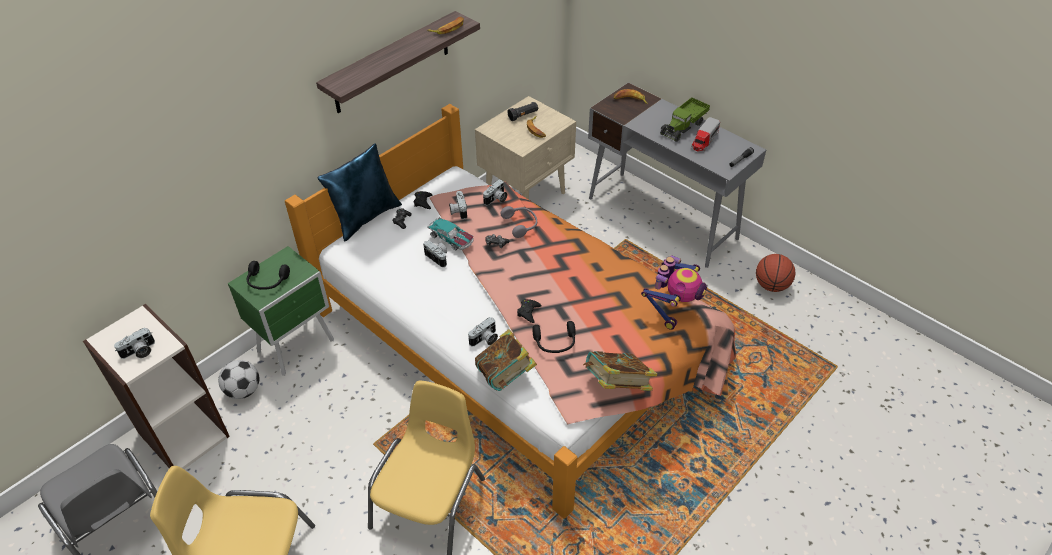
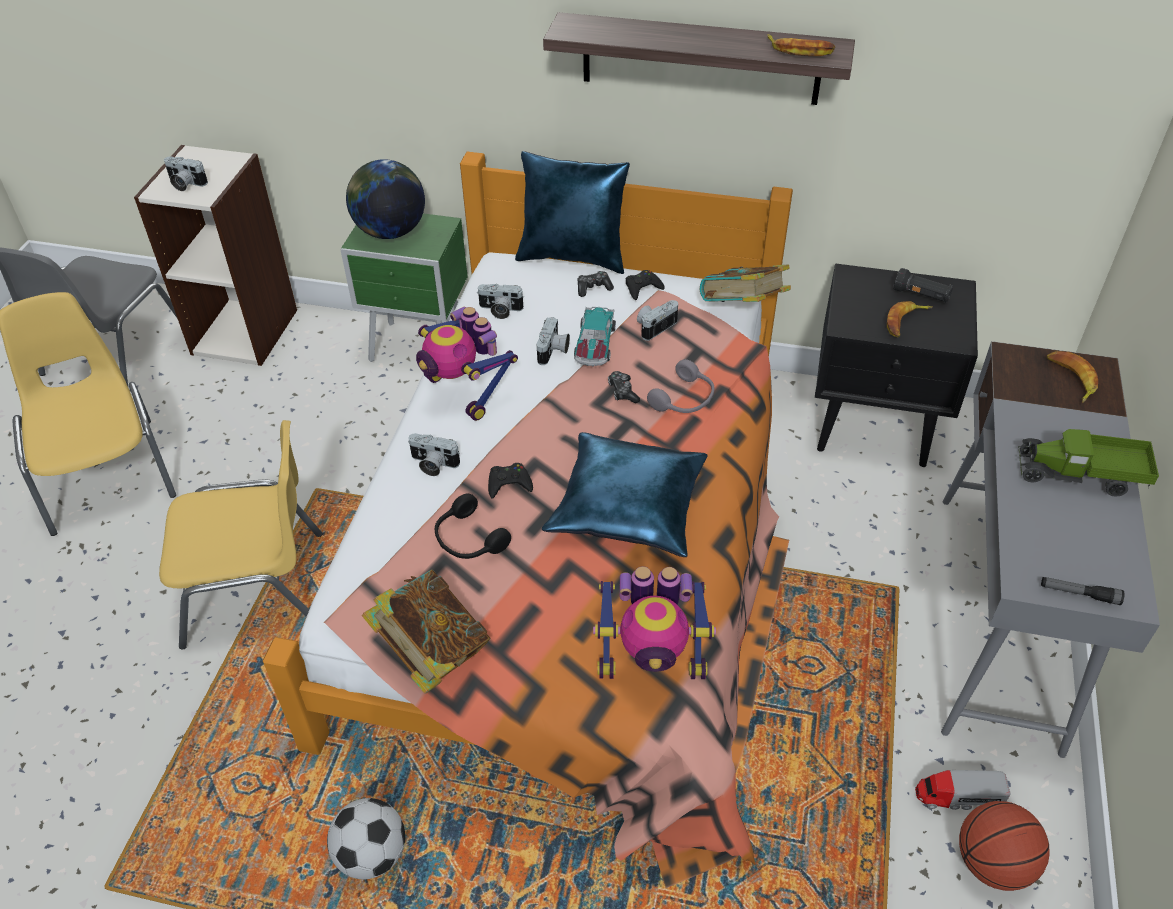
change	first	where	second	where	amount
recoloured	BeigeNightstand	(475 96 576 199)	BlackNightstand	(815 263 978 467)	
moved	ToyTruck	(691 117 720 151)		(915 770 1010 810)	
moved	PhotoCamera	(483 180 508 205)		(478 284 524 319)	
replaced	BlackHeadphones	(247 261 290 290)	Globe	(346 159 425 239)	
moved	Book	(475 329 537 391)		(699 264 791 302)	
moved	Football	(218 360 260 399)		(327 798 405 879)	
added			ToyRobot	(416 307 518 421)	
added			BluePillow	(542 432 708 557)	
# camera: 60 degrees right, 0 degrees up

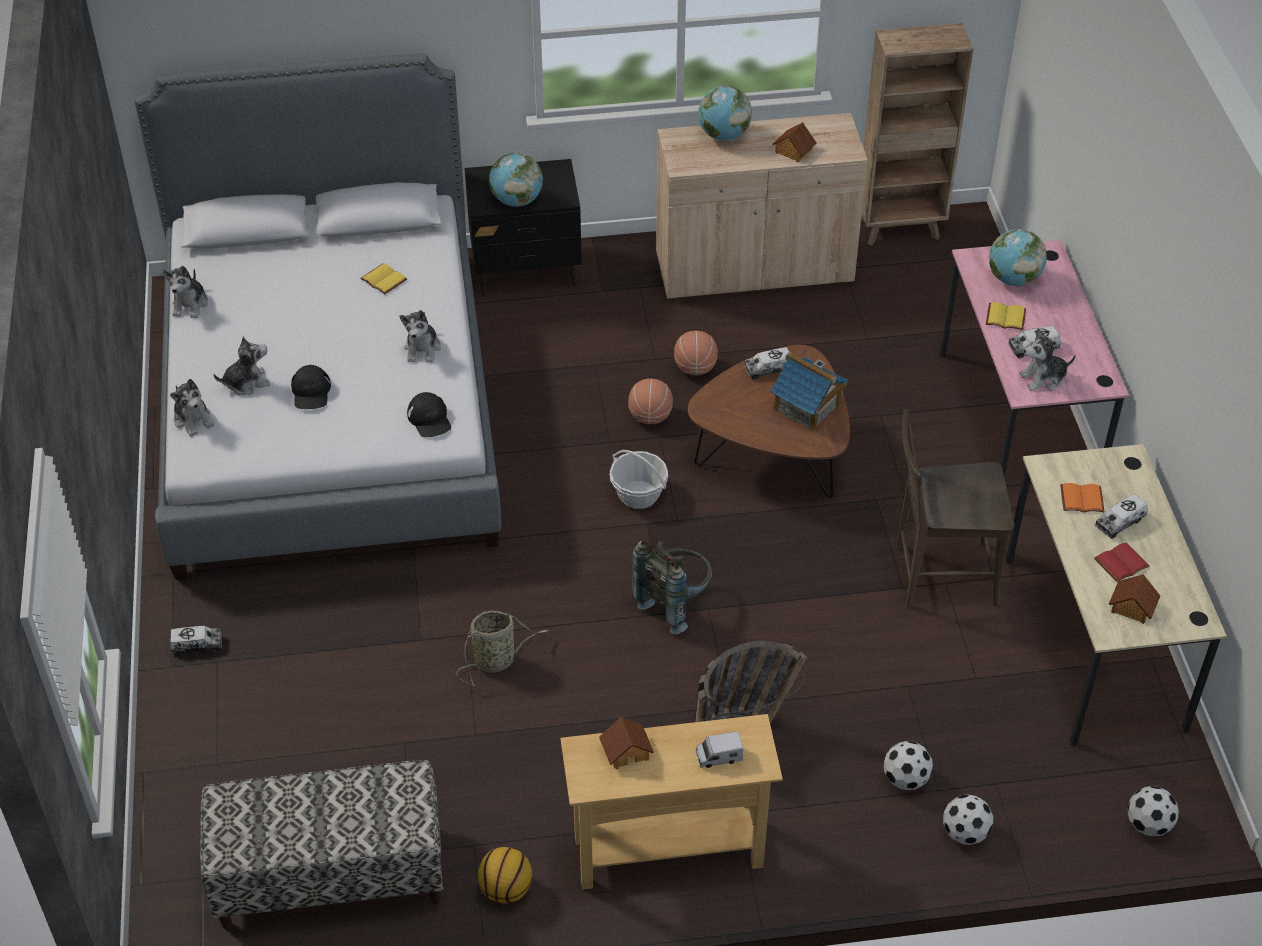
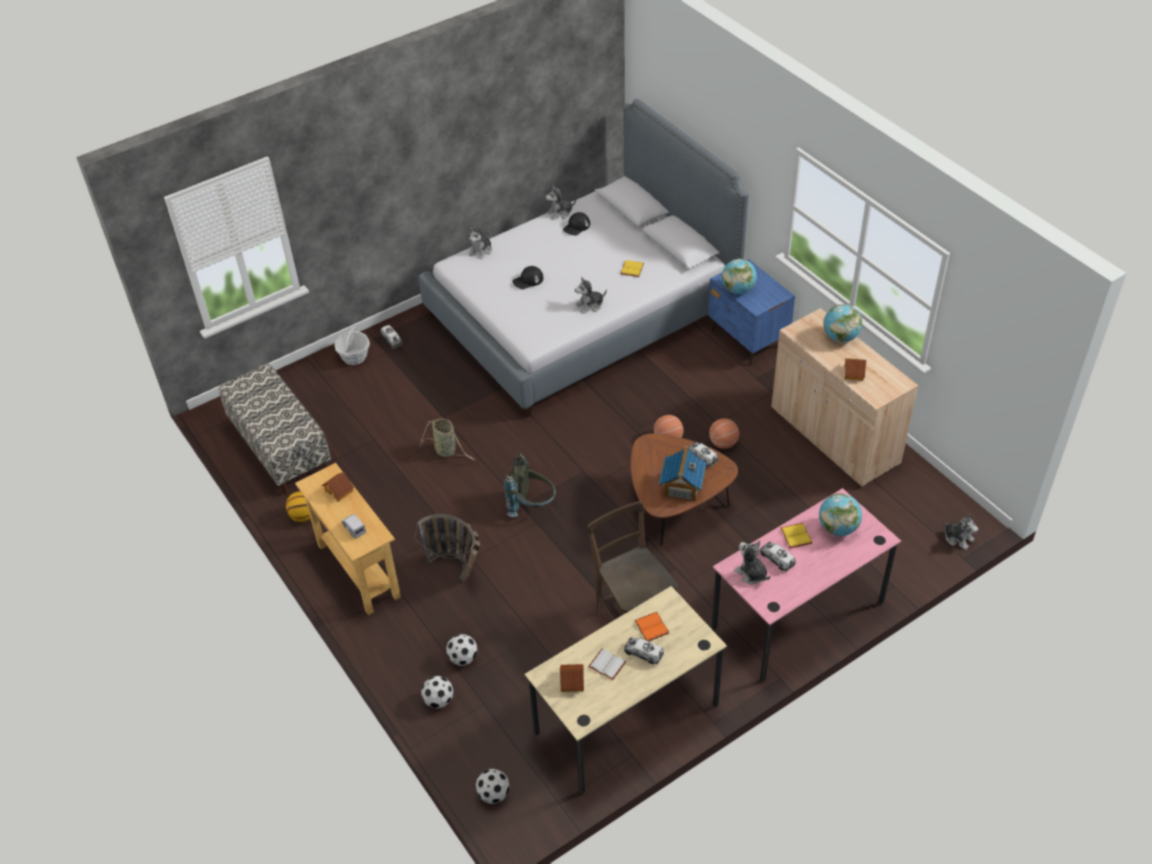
change	first	where	second	where	amount
removed	BrownBookcase	(861 23 974 246)			
recoloured	BlackNightstand	(465 159 582 295)	BlueNightstand	(708 259 795 365)	
moved	PlushToy	(214 336 270 395)		(942 514 978 550)	
moved	BlackCap	(407 392 451 437)		(563 212 590 236)	
moved	Basket	(610 450 668 509)		(335 327 370 365)	
recoloured	RedBook	(1094 542 1150 582)	WhiteBook	(588 649 626 680)	
# camera: 65 degrees right, 0 degrees up

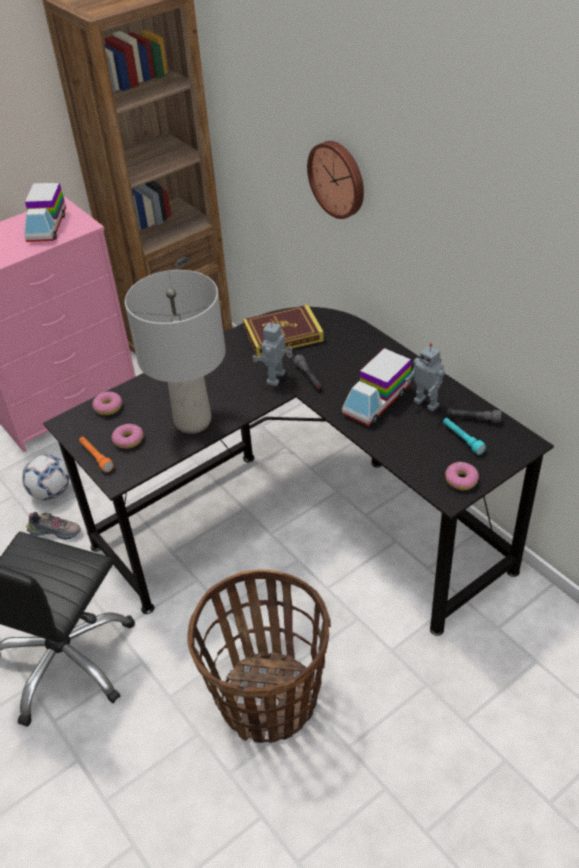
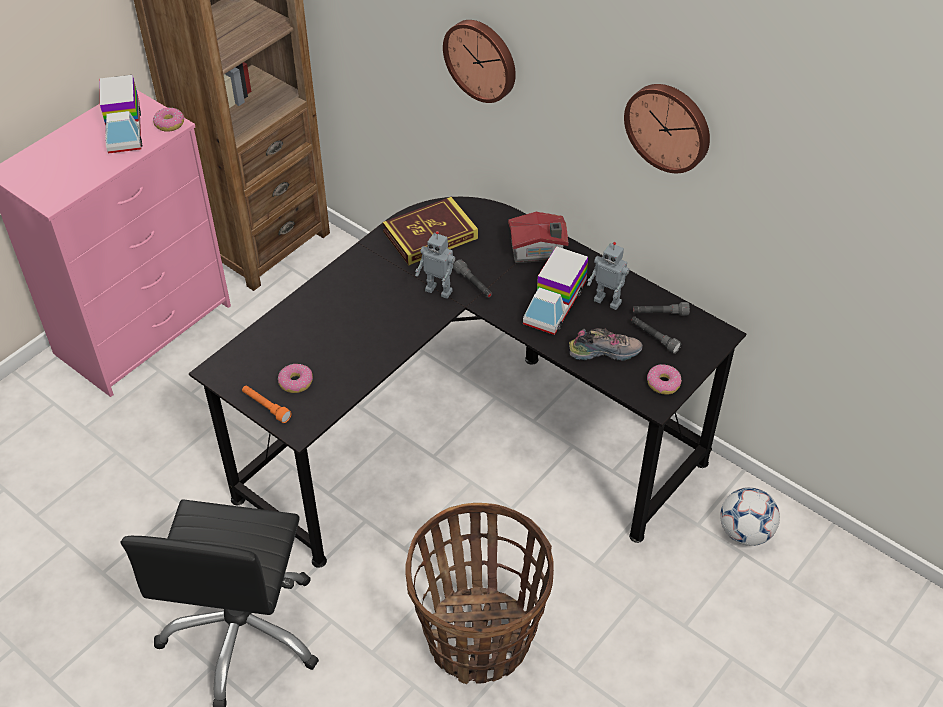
change	first	where	second	where	amount
removed	GreyTableLamp	(125 270 226 434)			
turned	ToyRobot	(252 319 293 386)		(415 231 455 299)	75 degrees counterclockwise
moved	Donut	(92 392 122 415)		(153 107 184 132)	
recoloured	TurquoiseFlashlight	(443 418 486 455)	GreyFlashlight	(631 316 682 354)	
moved	Football	(22 454 70 500)		(720 487 780 546)	
moved	Shoe	(26 512 81 540)		(569 328 642 361)	
added			WallClock	(624 84 710 173)	
added			ToyHouse	(508 212 568 263)	
# camera: 15 degrees left, 5 degrees up

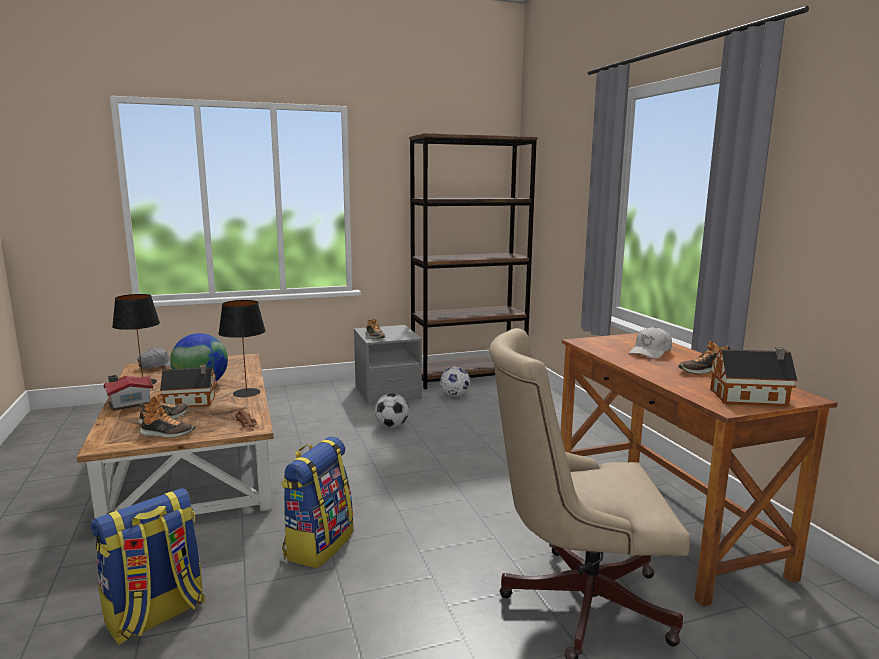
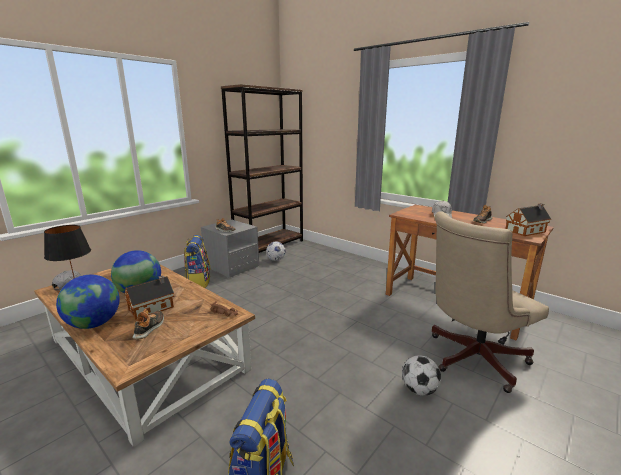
change	first	where	second	where	amount
removed	BlackTableLamp	(218 300 266 397)			
replaced	ToyHouse	(104 375 153 411)	Globe	(56 275 120 329)	
moved	Football	(375 393 409 428)		(402 355 441 396)	
removed	Shoe	(140 407 195 438)			
moved	Backpack	(281 437 353 568)		(184 235 211 288)	
# camera: 30 degrees left, 5 degrees up

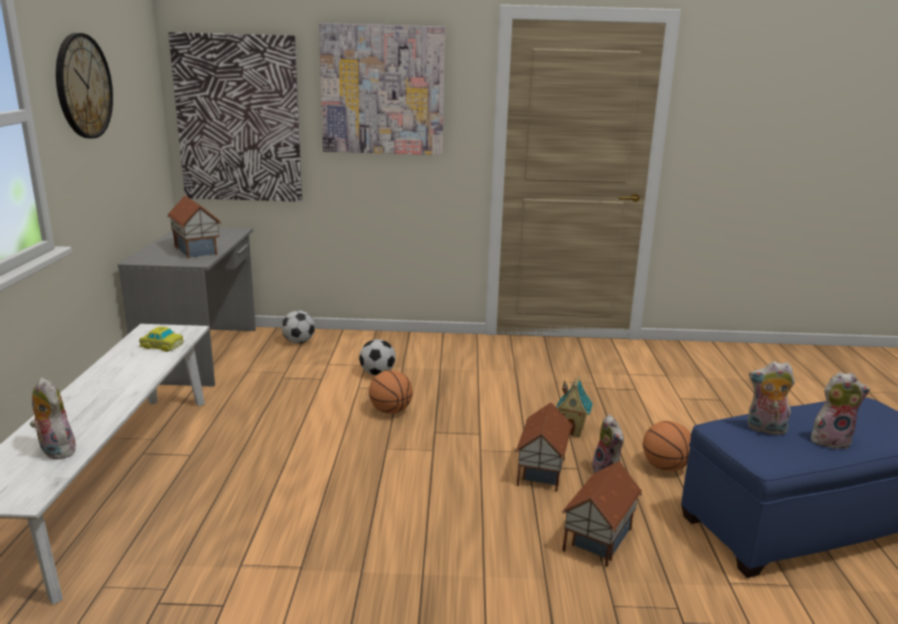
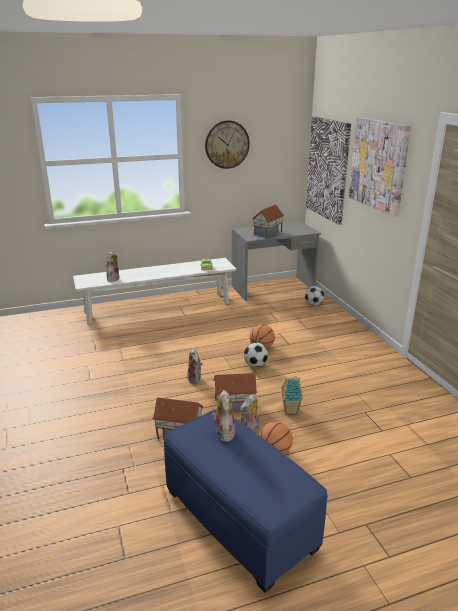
change	first	where	second	where	amount
moved	Football	(359 339 396 375)		(244 342 268 367)	
moved	PlushToy	(811 372 870 449)		(187 348 203 384)	
# camera: 70 degrees right, 5 degrees up

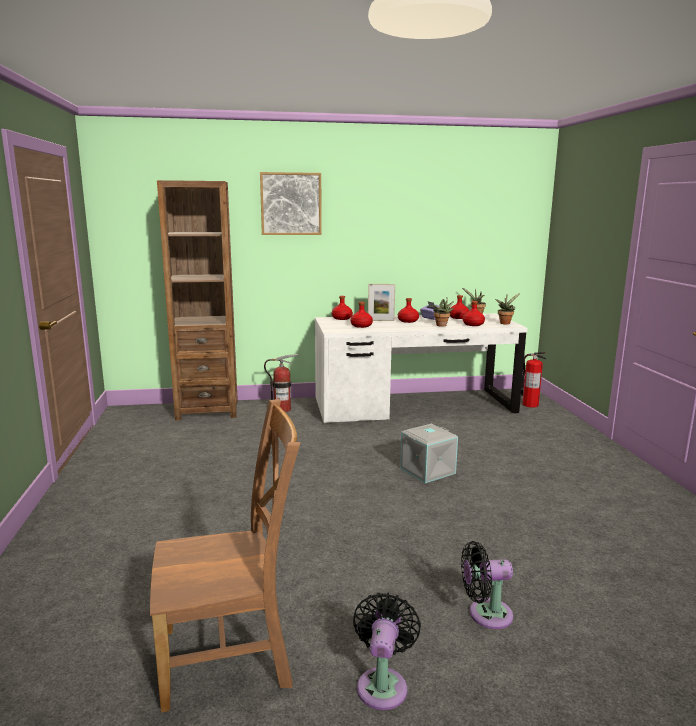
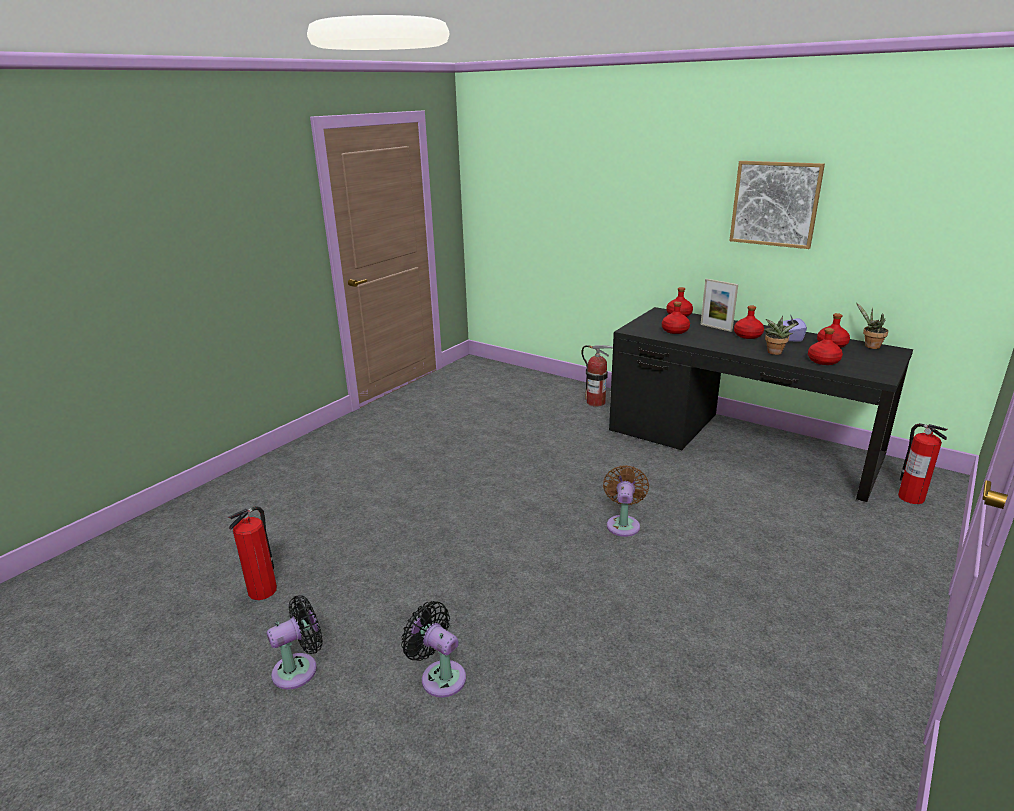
change	first	where	second	where	amount
moved	Picture	(260 172 322 235)		(729 161 825 249)	
removed	BrownBookcase	(157 180 238 421)			
removed	PottedPlant	(495 293 520 324)			
recoloured	WhiteDesk	(315 313 527 423)	BlackDesk	(609 307 913 502)	
replaced	BrownChair	(150 399 300 713)	FireExtinguisher	(228 506 277 600)	
replaced	GreyStorageBox	(400 424 458 483)	BrownFan	(603 465 649 537)	
# camera: 45 degrees right, 10 degrees up

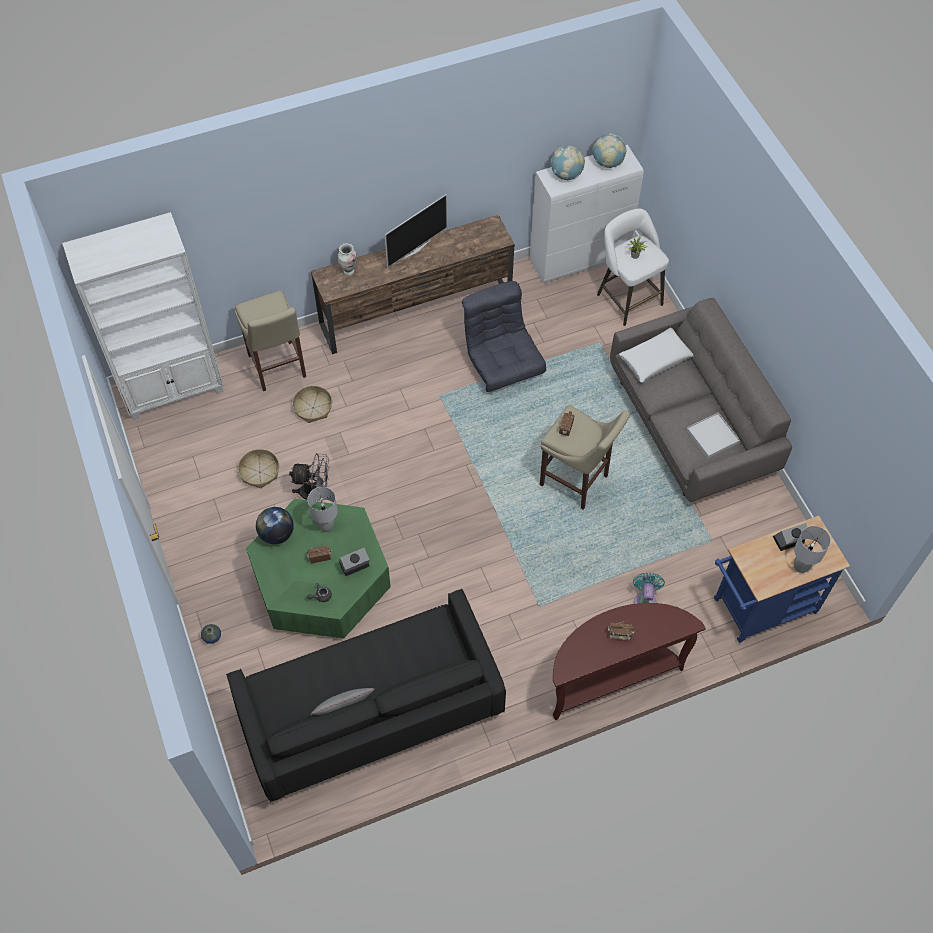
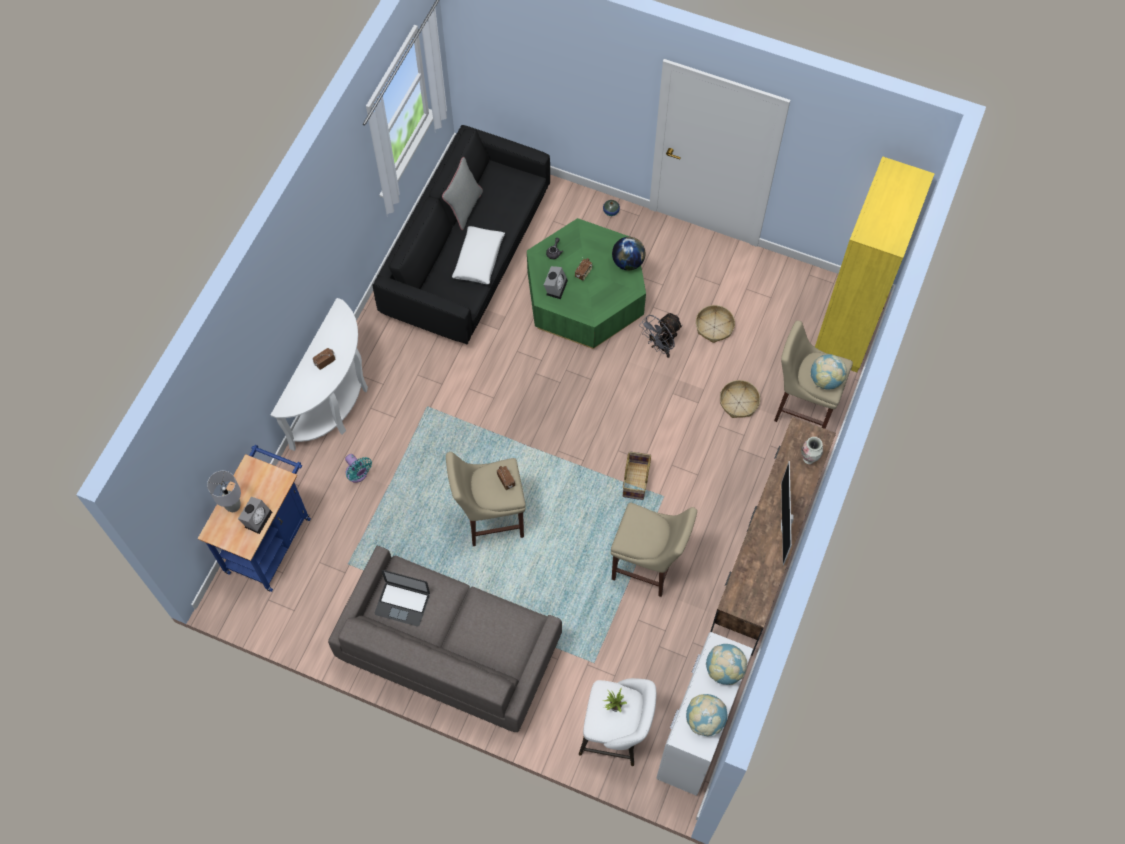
change	first	where	second	where	amount
recoloured	WhiteBookcase	(62 212 224 420)	YellowBookcase	(815 156 935 372)	
replaced	GreyArmchair	(462 281 546 392)	BeigeStool	(611 502 697 597)	
moved	WhitePillow	(619 328 694 383)		(452 226 505 284)	
replaced	WhiteTray	(686 412 740 459)	Laptop	(374 570 430 626)	
removed	GreyTableLamp	(308 487 338 532)			
recoloured	BrownConsoleTable	(553 603 706 720)	WhiteConsoleTable	(271 298 368 451)	
added			Globe	(811 354 847 389)	
added			Basket	(623 451 651 500)	
# camera: 135 degrees right, 5 degrees up

